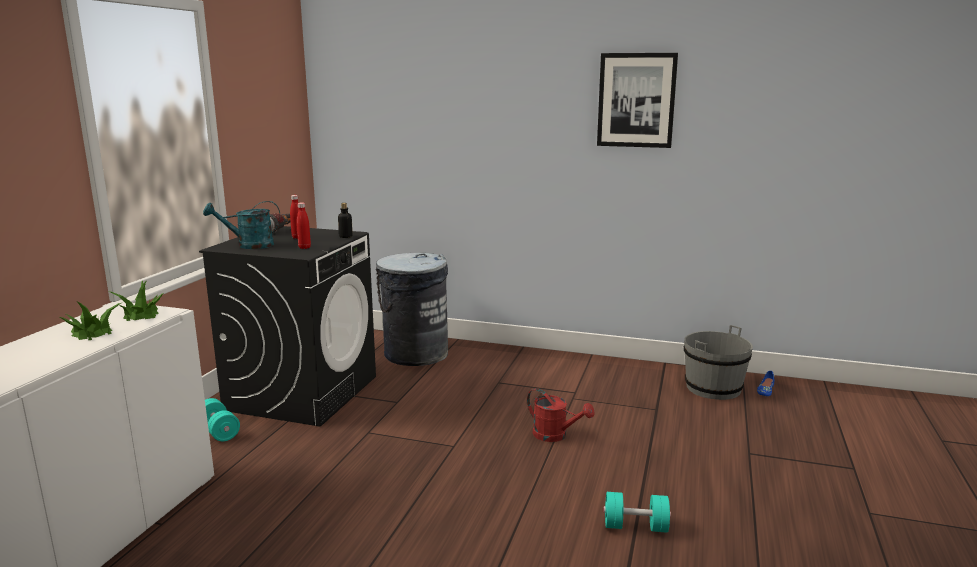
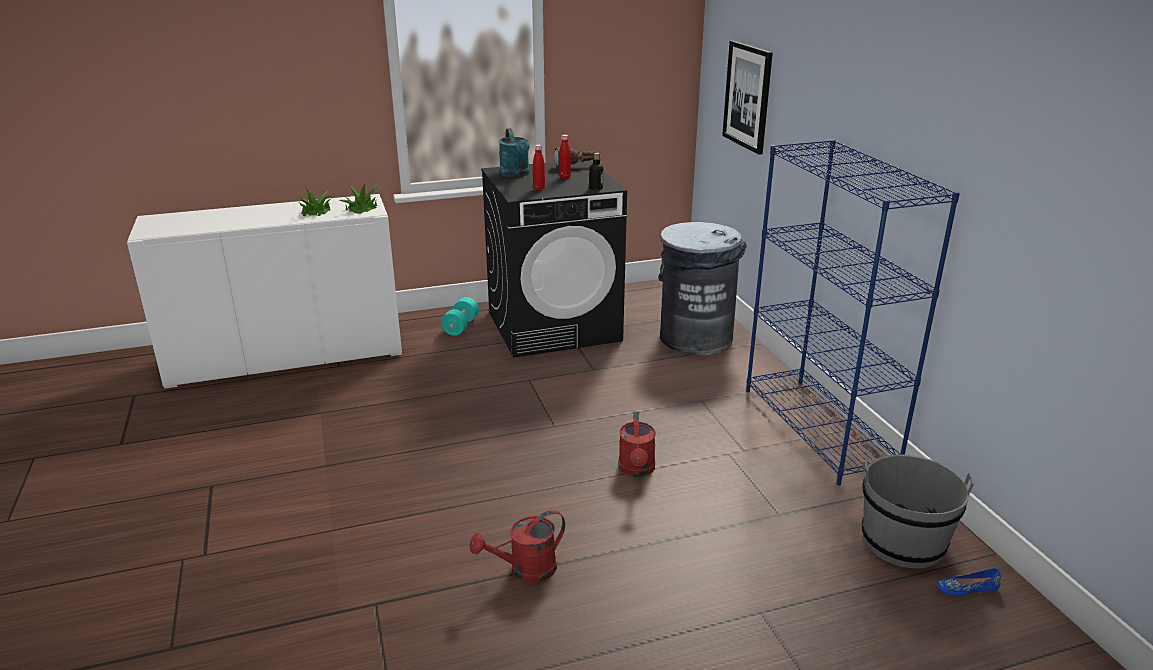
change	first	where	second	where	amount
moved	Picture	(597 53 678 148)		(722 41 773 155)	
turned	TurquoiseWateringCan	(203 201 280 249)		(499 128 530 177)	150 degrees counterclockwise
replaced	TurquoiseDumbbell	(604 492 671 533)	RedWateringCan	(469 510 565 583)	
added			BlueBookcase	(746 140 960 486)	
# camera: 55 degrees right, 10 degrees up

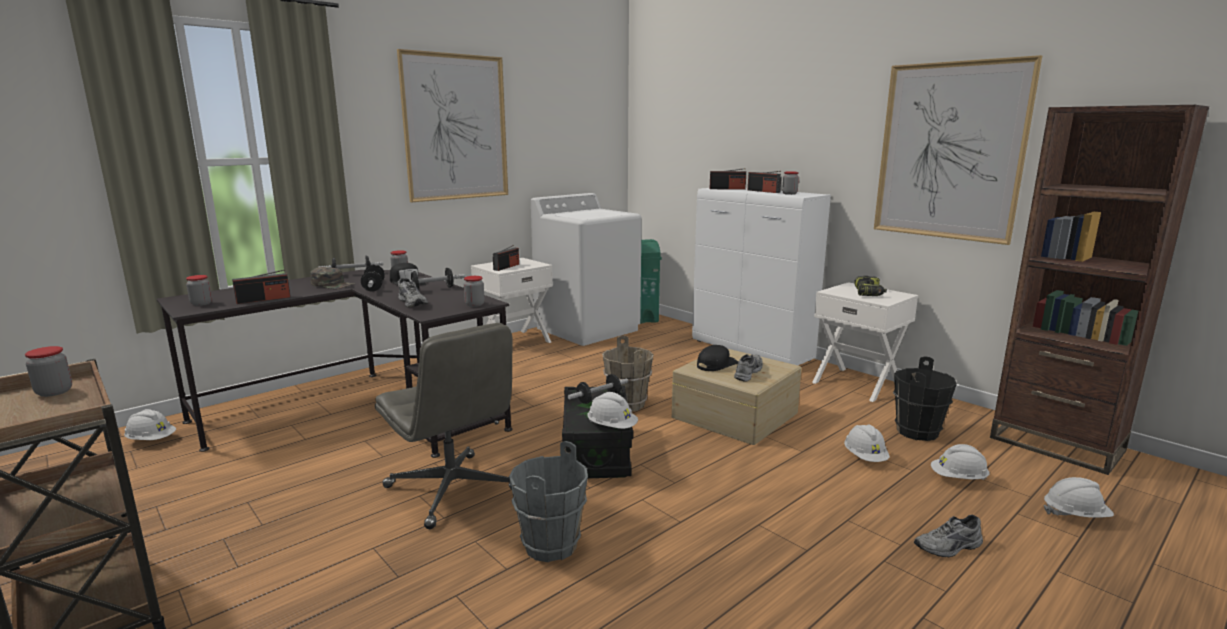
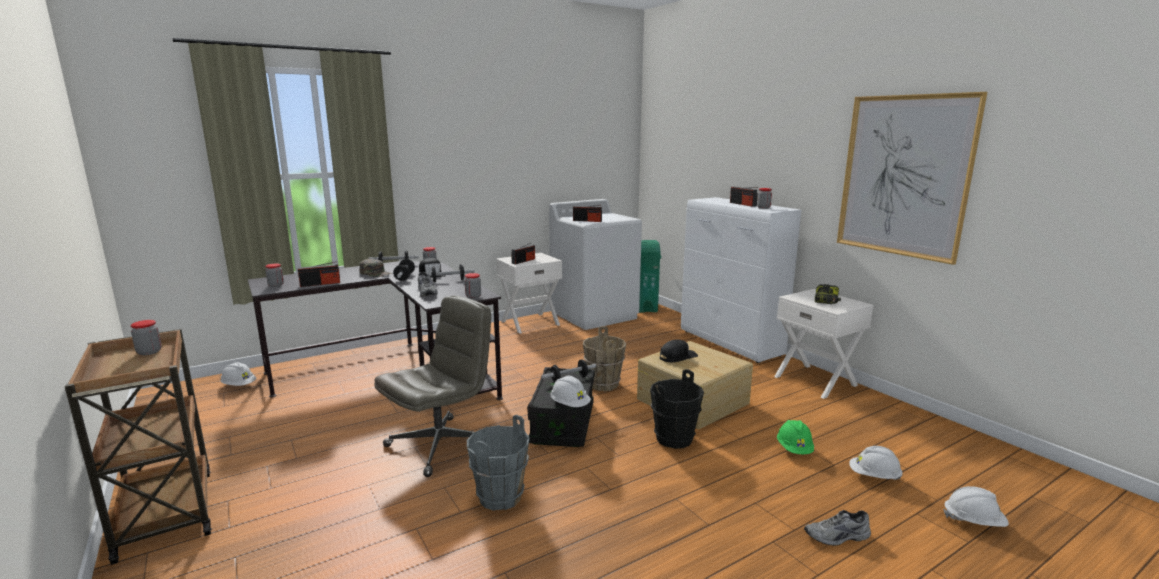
change	first	where	second	where	amount
removed	Picture	(397 49 508 202)			
removed	BrownBookcase	(990 105 1209 475)			
moved	Radio	(709 168 746 190)		(573 205 602 222)	
turned	GreyOfficeChair	(375 323 513 529)		(374 296 491 477)	105 degrees counterclockwise
removed	GreyShoe	(734 354 763 382)			
moved	BlackBucket	(893 356 957 441)		(650 369 704 449)	
recoloured	WhiteHardHat	(844 425 890 462)	GreenHardHat	(777 420 814 454)	
# camera: 10 degrees right, 0 degrees up

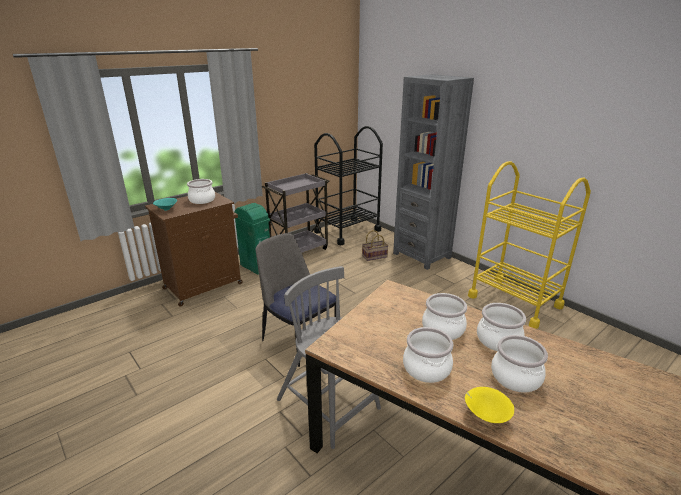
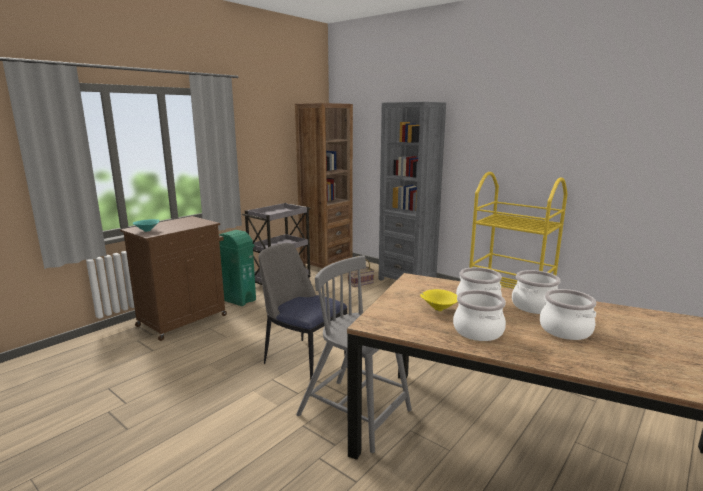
change	first	where	second	where	amount
replaced	BlackCart	(314 126 383 246)	BrownBookcase	(295 103 353 269)	
removed	CookingPot	(187 179 215 204)			
moved	YellowBowl	(465 387 514 423)		(420 289 458 311)	
# camera: 10 degrees left, 10 degrees down

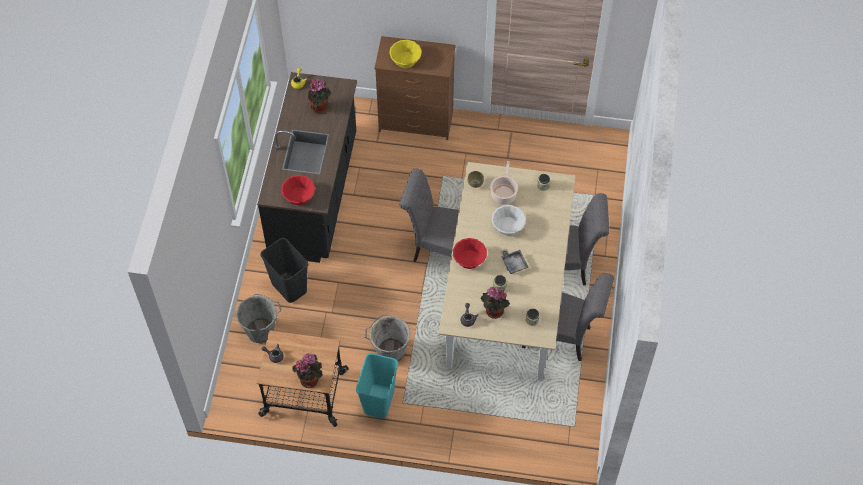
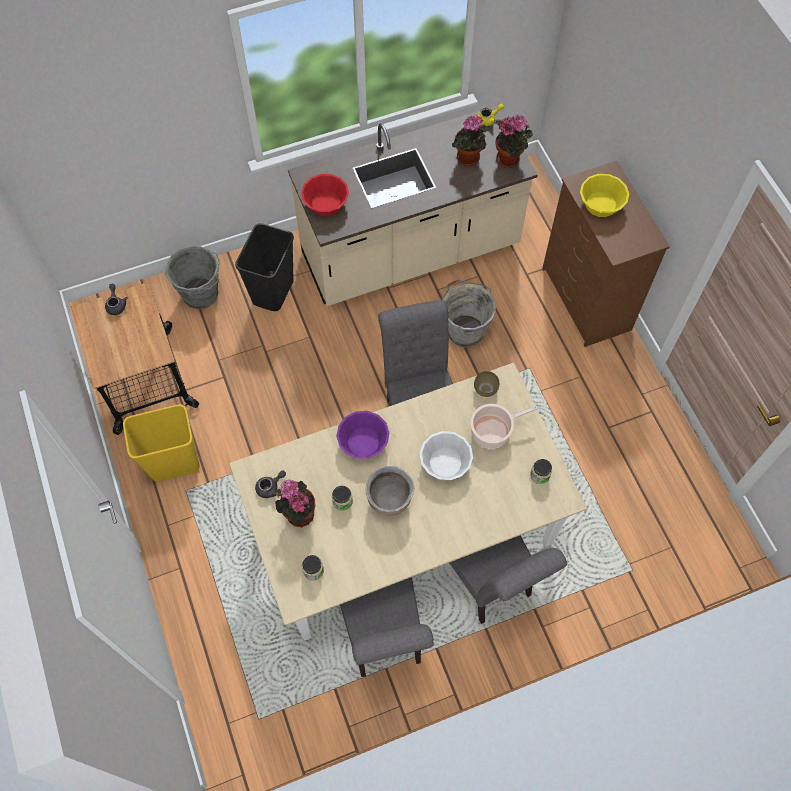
change	first	where	second	where	amount
recoloured	BlackCounter	(257 72 357 263)	BeigeCounter	(288 105 538 306)	
recoloured	RedBowl	(453 238 487 269)	PurpleBowl	(336 411 389 459)	
replaced	GreyTray	(501 249 529 274)	BrownCookingPot	(365 466 414 516)	
moved	GreyBucket	(365 314 410 362)		(442 279 496 347)	
moved	PottedPlant	(292 353 322 388)		(496 115 533 168)	
recoloured	TurquoiseTrashCan	(356 353 398 418)	YellowTrashCan	(123 404 200 482)	
# camera: 60 degrees right, 5 degrees up

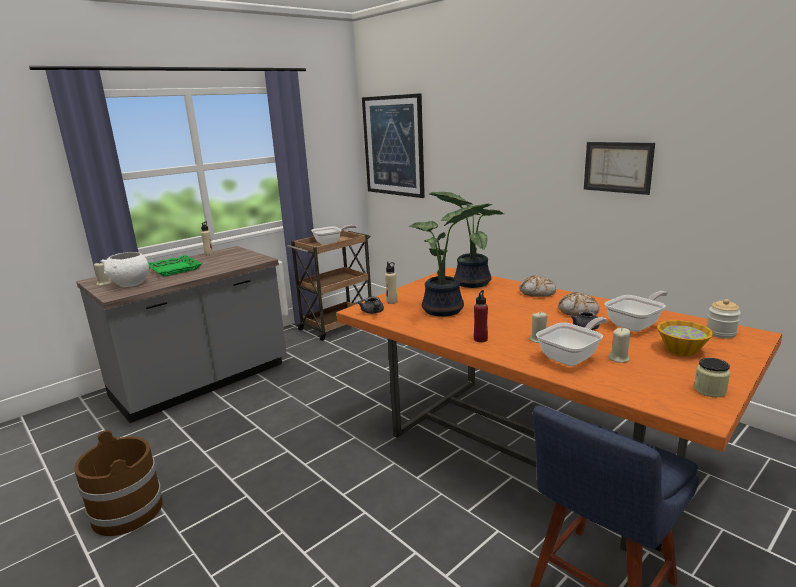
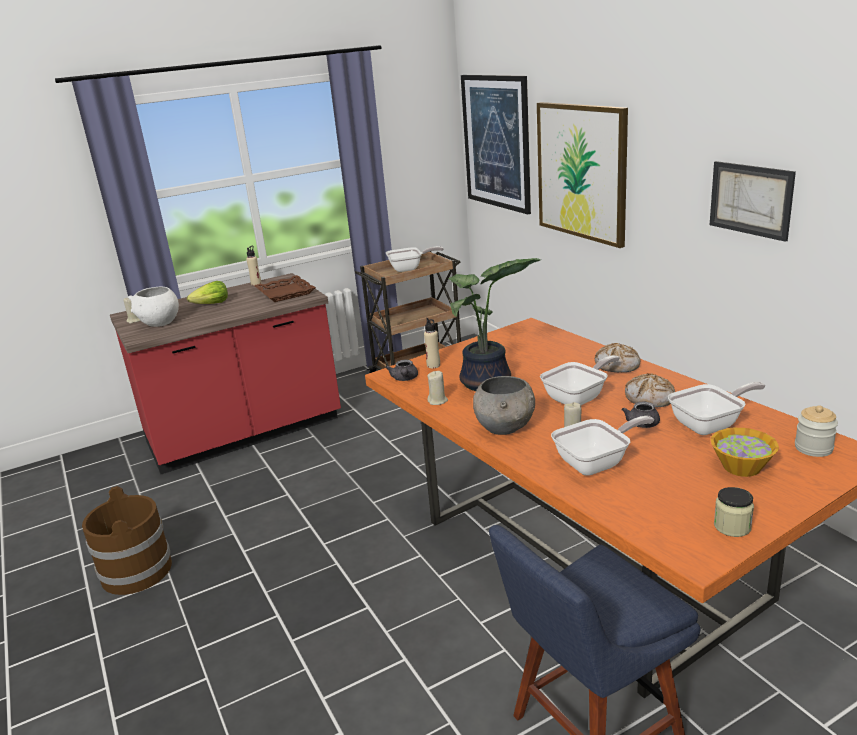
change	first	where	second	where	amount
removed	PottedPlant	(429 192 504 288)			
recoloured	GreyCounter	(76 246 287 423)	RedCounter	(110 273 341 474)	
replaced	GreenTray	(148 255 202 277)	Lettuce	(187 281 228 304)	
replaced	RedBottle	(474 290 488 342)	GreyBowl	(473 376 535 435)	
moved	BeigeCandle	(608 328 631 363)		(427 371 448 405)	
added			Picture	(537 102 628 248)	
added			BrownTray	(255 275 316 302)	
added			FryingPan	(540 355 620 405)	
# camera: 15 degrees right, 5 degrees up

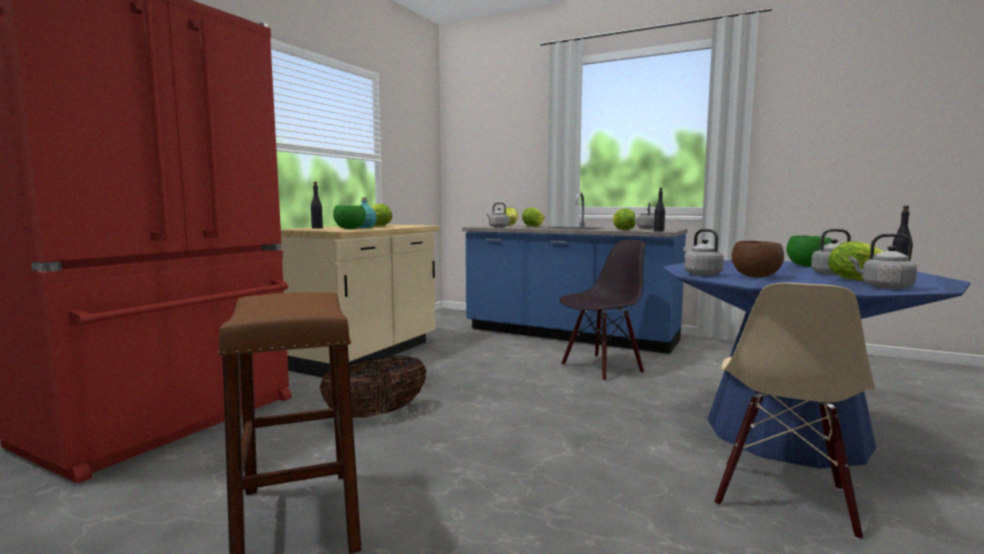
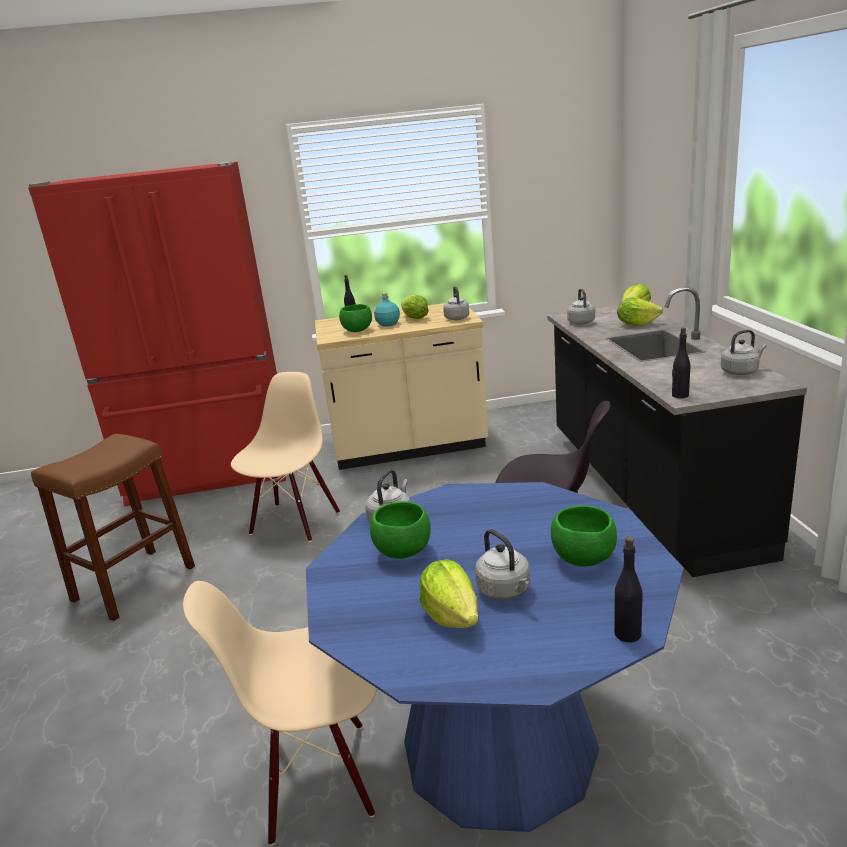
change	first	where	second	where	amount
recoloured	BlueCounter	(462 192 687 354)	BlackCounter	(547 287 807 577)	
removed	Lettuce	(613 208 636 230)			
moved	GreyKettle	(849 234 917 289)		(443 286 469 320)	
recoloured	BrownBowl	(732 241 784 278)	GreenBowl	(370 501 431 559)	
replaced	Basket	(319 356 426 418)	BeigeChair	(231 372 340 542)	
# camera: 55 degrees right, 15 degrees up

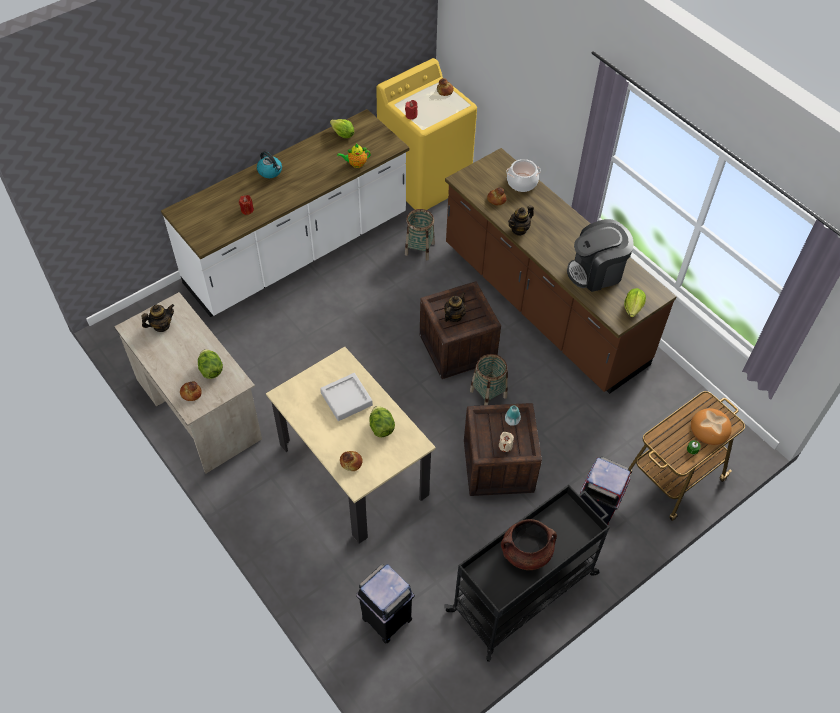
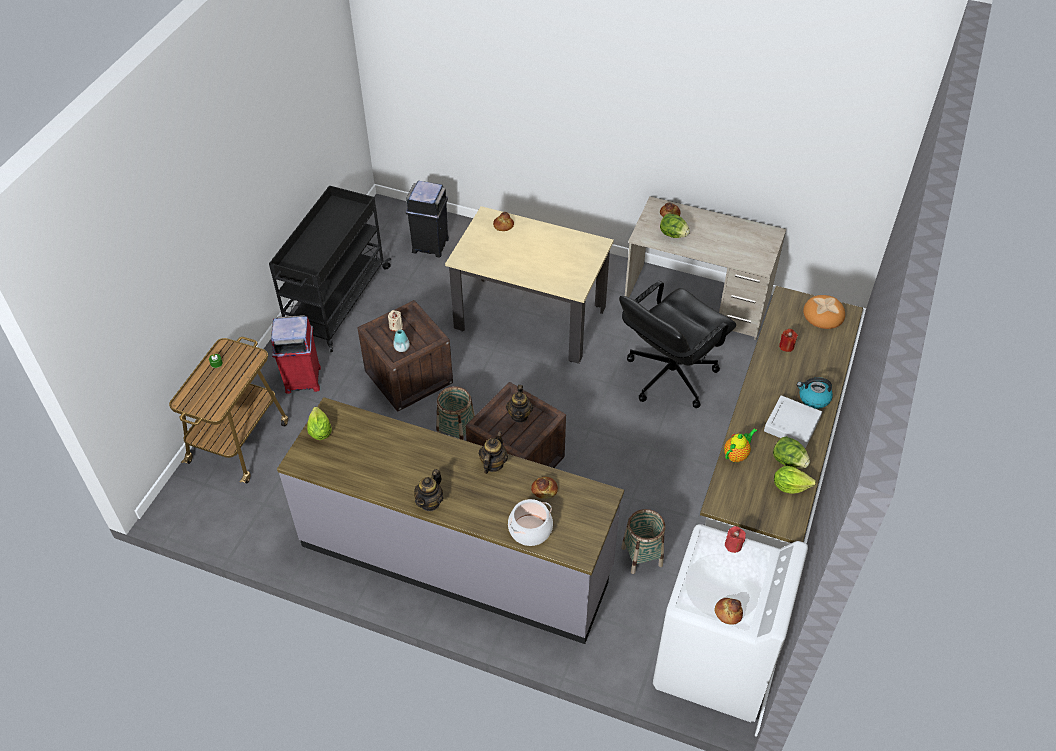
change	first	where	second	where	amount
recoloured	YellowWashingMachine	(376 58 477 210)	WhiteWashingMachine	(653 524 808 722)	
recoloured	BrownCounter	(445 148 677 394)	GreyCounter	(277 397 624 644)	
removed	CoffeeMachine	(567 219 633 292)			
moved	Teapot	(141 304 174 332)		(414 469 443 511)	
moved	GreyTray	(320 373 373 421)		(764 395 822 448)	
moved	Lettuce	(369 406 395 437)		(773 436 810 469)	
moved	Bread	(691 408 732 445)		(803 295 845 329)	
removed	BrownCookingPot	(501 519 557 570)			
added			BlackOfficeChair	(619 281 736 408)	
# camera: 150 degrees right, 5 degrees down

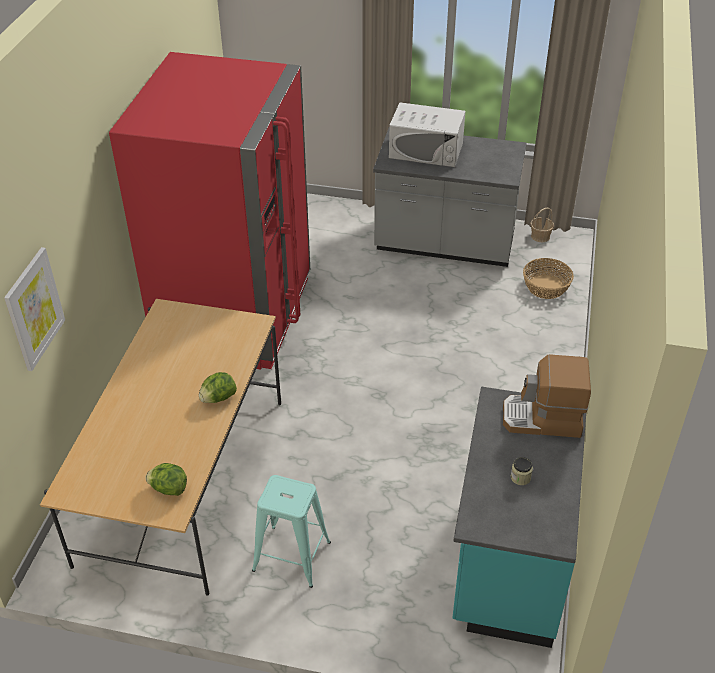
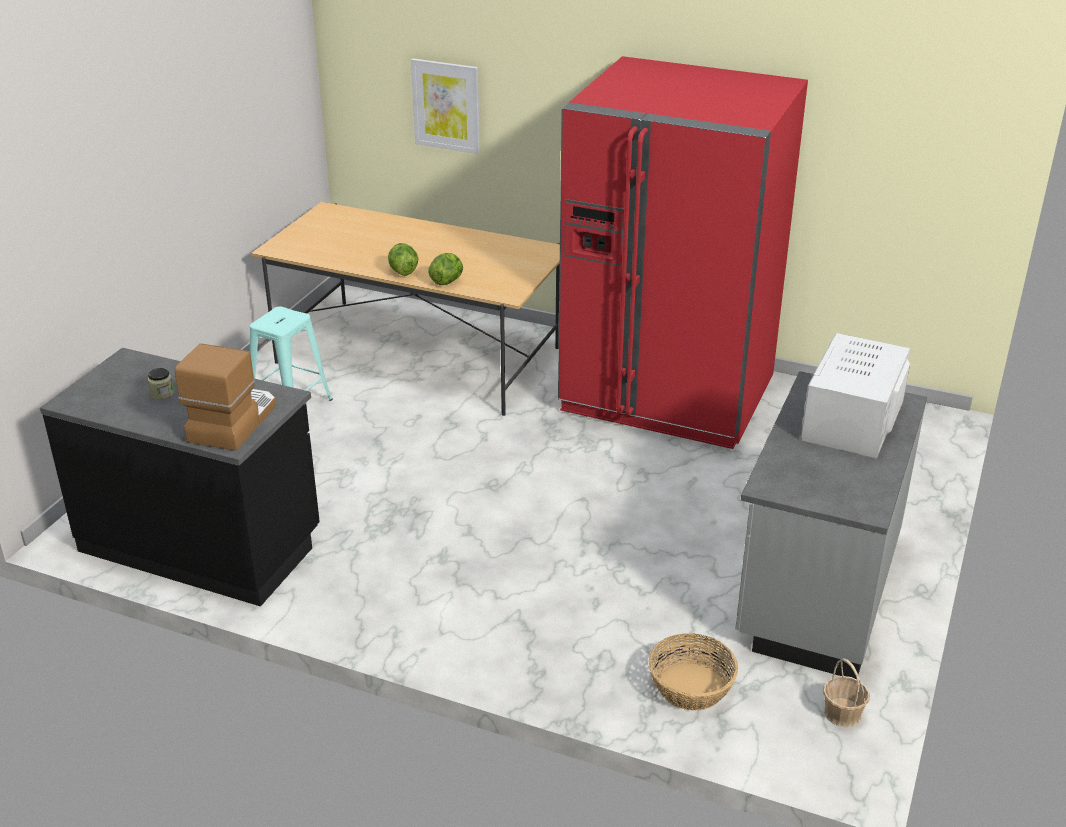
change	first	where	second	where	amount
recoloured	TurquoiseCounter	(452 387 586 648)	BlackCounter	(40 348 320 606)	
moved	Lettuce	(145 463 187 496)		(428 253 463 285)	
# camera: 100 degrees right, 10 degrees down

